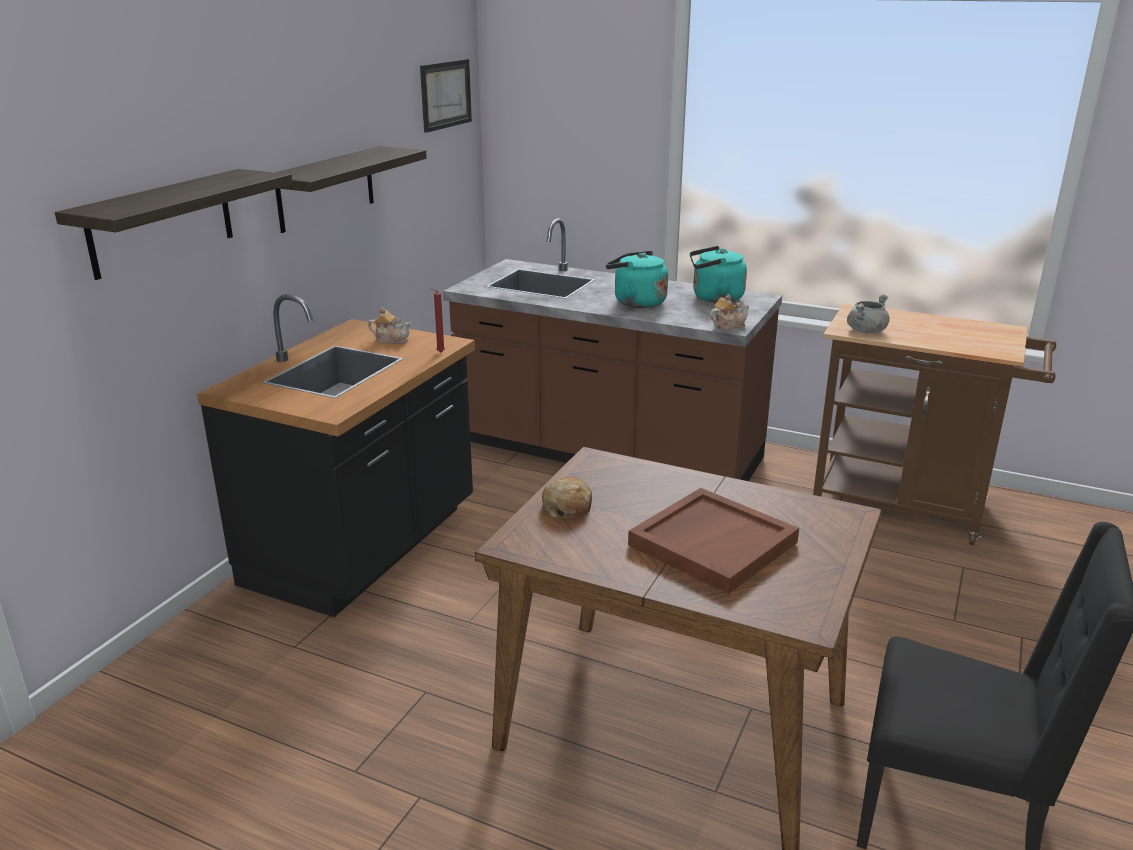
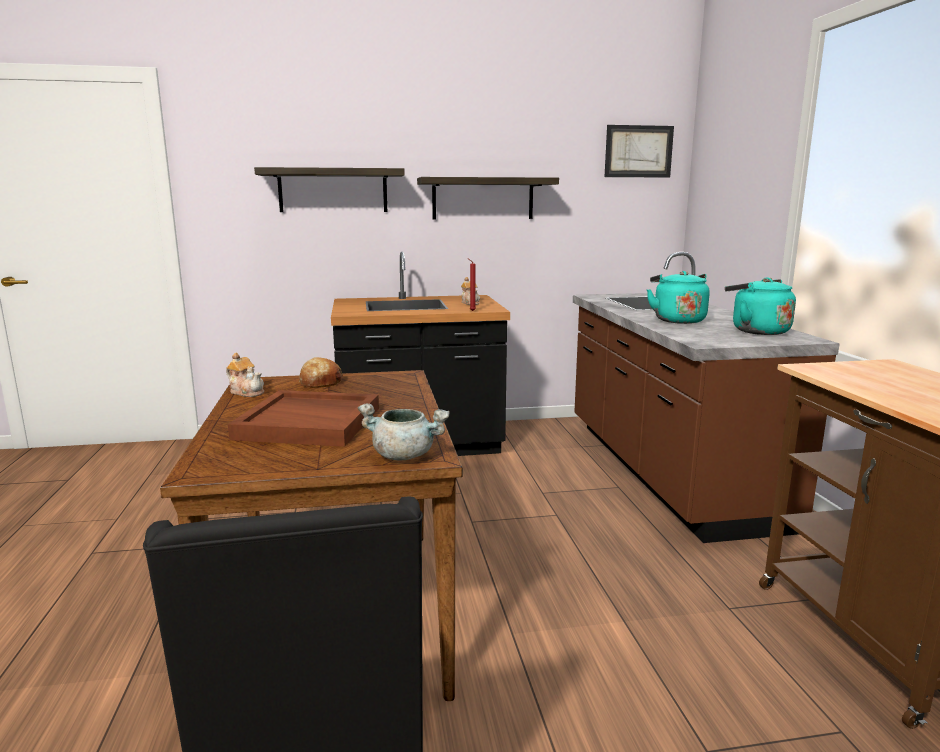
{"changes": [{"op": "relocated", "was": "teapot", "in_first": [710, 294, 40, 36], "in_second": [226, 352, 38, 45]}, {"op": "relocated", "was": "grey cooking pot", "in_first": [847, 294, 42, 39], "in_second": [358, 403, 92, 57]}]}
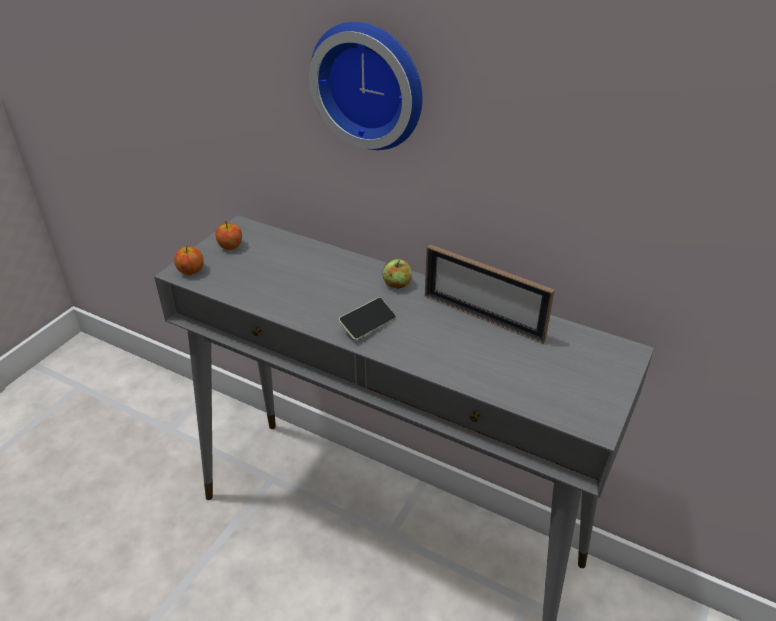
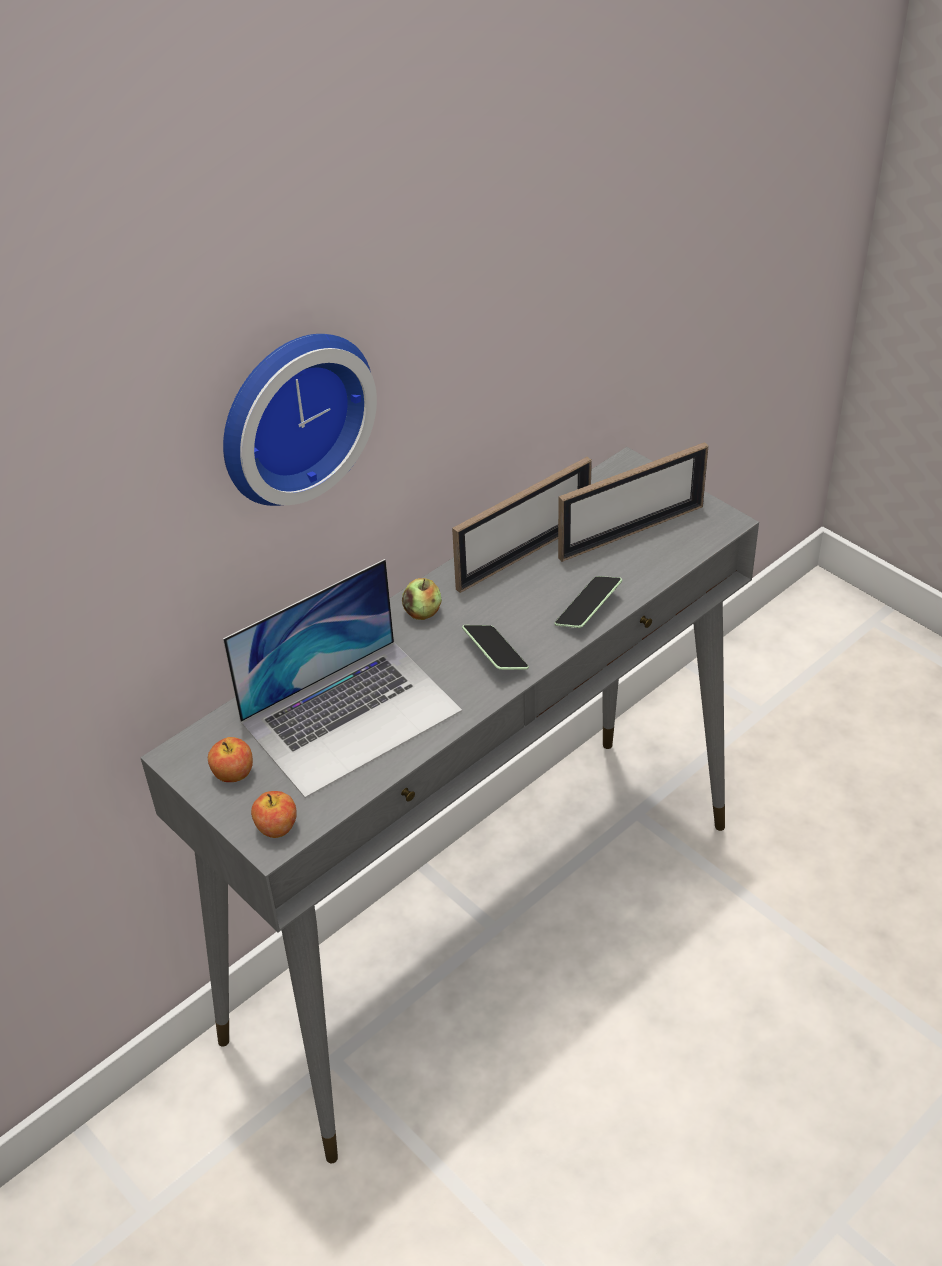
{"changes": [{"op": "appeared", "now": "notebook computer", "in_second": [223, 559, 239, 239]}, {"op": "appeared", "now": "handset", "in_second": [555, 576, 67, 52]}, {"op": "appeared", "now": "photo frame", "in_second": [558, 442, 150, 120]}]}
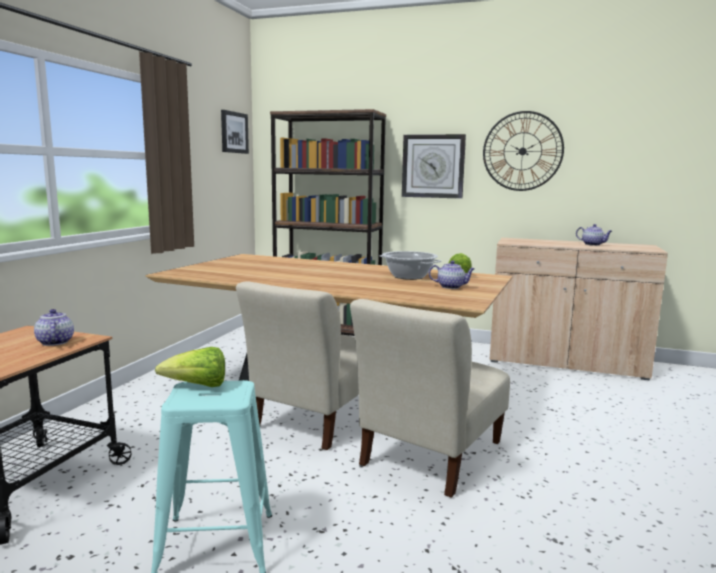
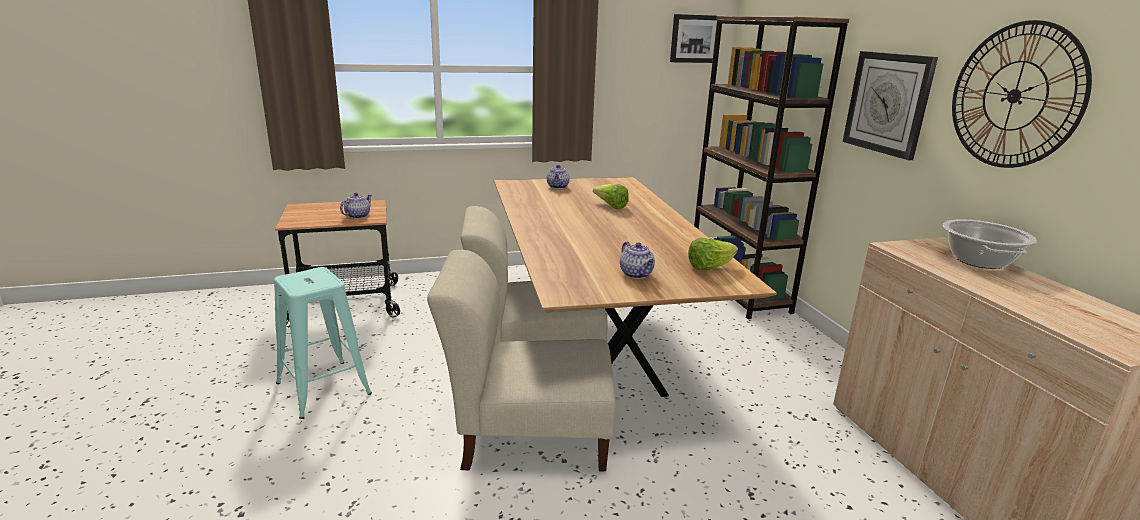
{"changes": [{"op": "relocated", "was": "teapot", "in_first": [576, 224, 36, 22], "in_second": [547, 165, 23, 24]}, {"op": "relocated", "was": "lettuce head", "in_first": [155, 347, 70, 40], "in_second": [593, 184, 36, 25]}, {"op": "relocated", "was": "cooking pot", "in_first": [380, 251, 61, 29], "in_second": [943, 219, 94, 50]}]}
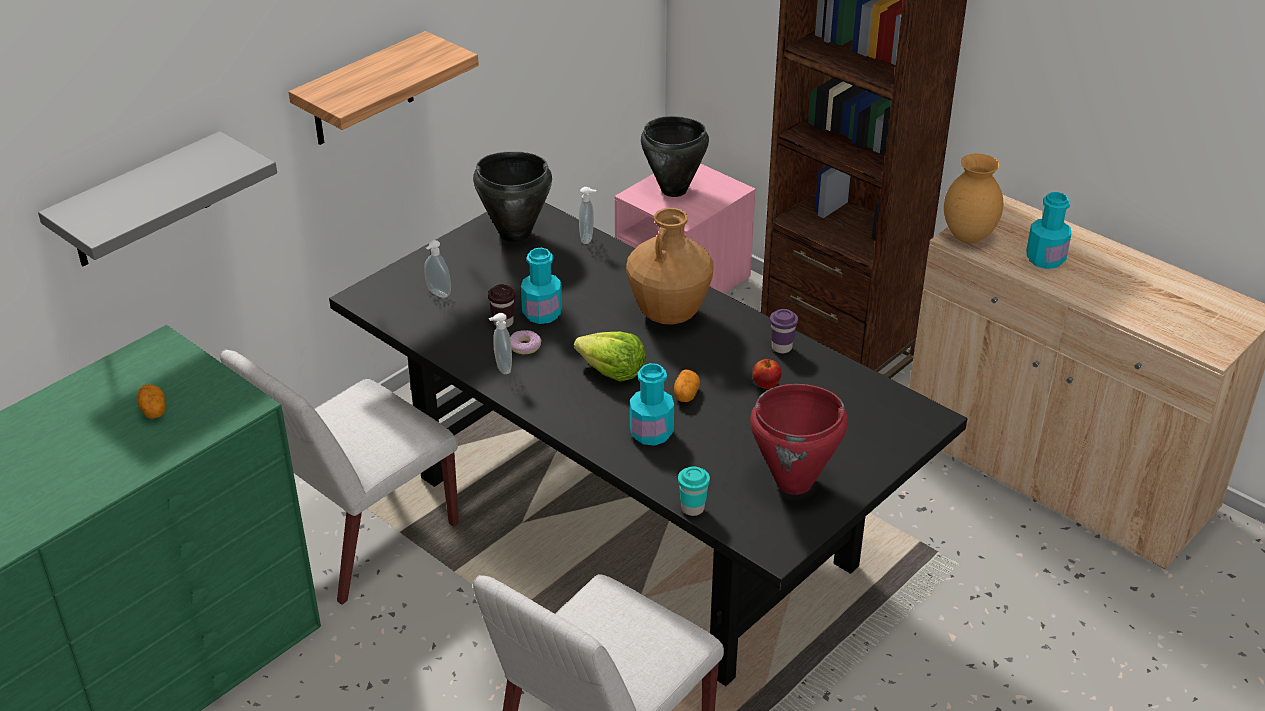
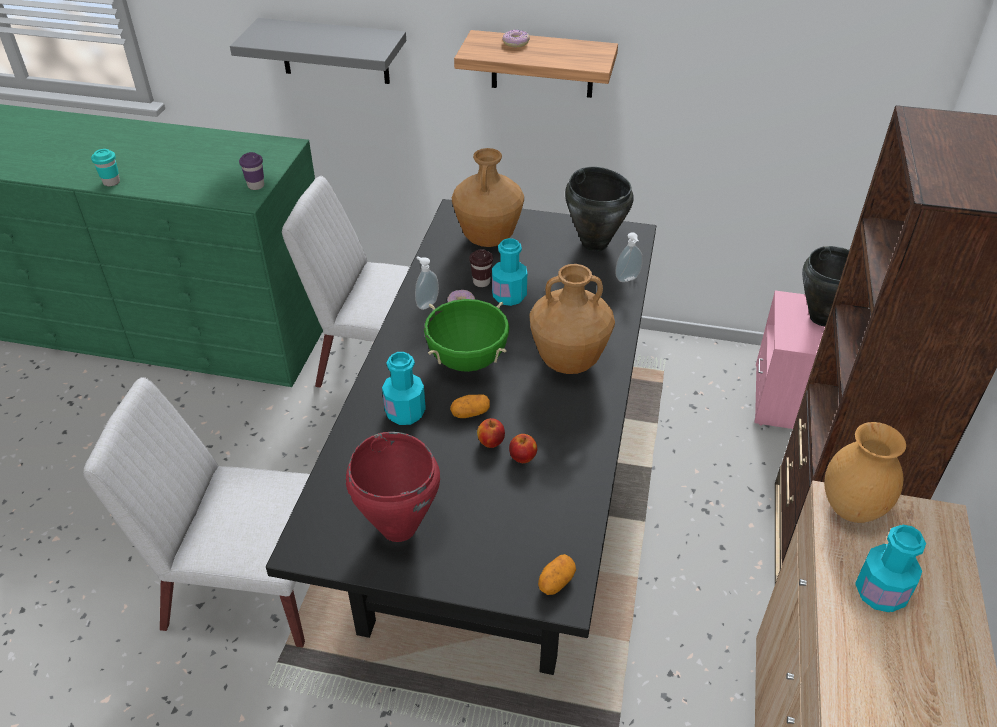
{"changes": [{"op": "relocated", "was": "blue-green drinking cup", "in_first": [678, 466, 32, 50], "in_second": [91, 149, 29, 37]}, {"op": "relocated", "was": "purplish drinking cup", "in_first": [770, 309, 28, 44], "in_second": [239, 152, 25, 38]}, {"op": "exchanged", "was": "lettuce head", "now": "greenish cooking pot", "in_first": [574, 332, 72, 50], "in_second": [424, 299, 85, 73]}, {"op": "exchanged", "was": "liquid soap bottle", "now": "brown-coloured flower vase", "in_first": [424, 240, 27, 58], "in_second": [452, 148, 72, 99]}, {"op": "appeared", "now": "apple", "in_second": [477, 418, 28, 30]}, {"op": "appeared", "now": "ring doughnut", "in_second": [502, 29, 28, 18]}, {"op": "relocated", "was": "whole potato", "in_first": [138, 384, 27, 35], "in_second": [538, 554, 38, 41]}]}
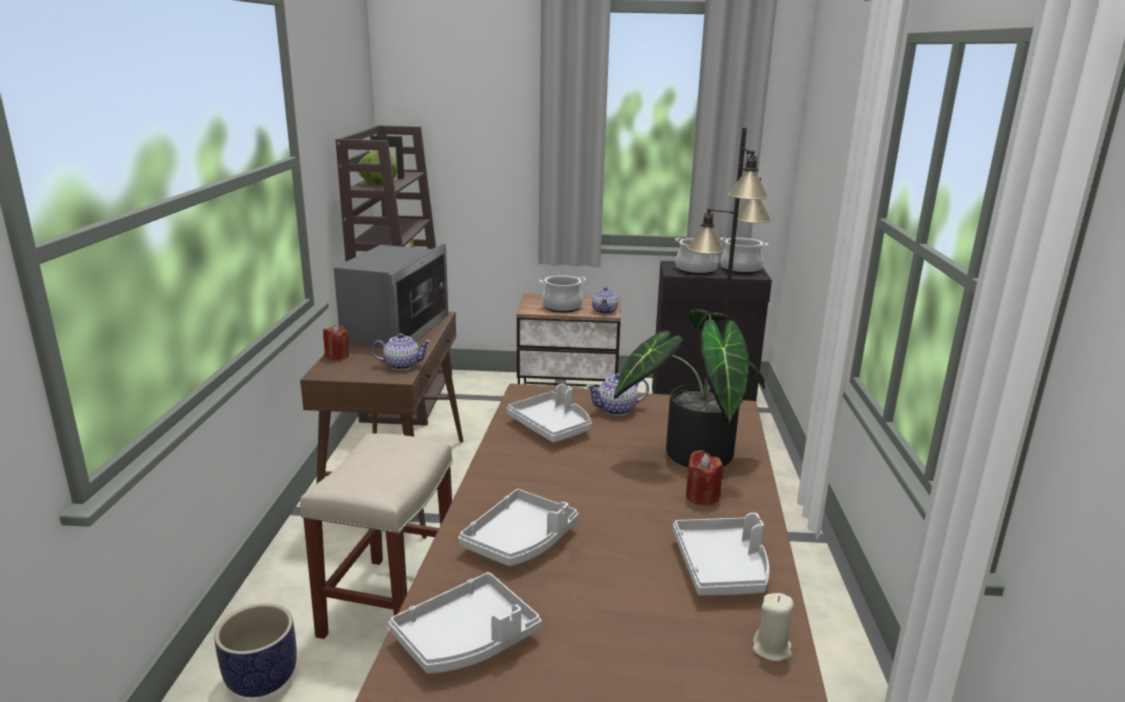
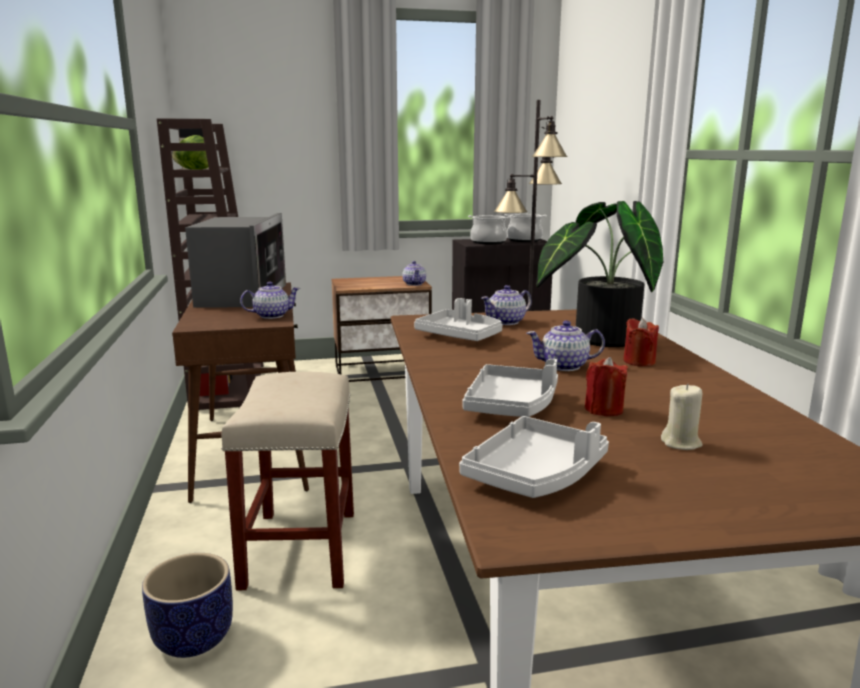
{"changes": [{"op": "appeared", "now": "teapot", "in_second": [527, 320, 78, 51]}, {"op": "relocated", "was": "red wax light", "in_first": [323, 325, 26, 35], "in_second": [585, 357, 43, 59]}, {"op": "relocated", "was": "sand-coloured wax light", "in_first": [753, 593, 41, 69], "in_second": [661, 384, 41, 66]}, {"op": "missing", "was": "cooking pot", "in_first": [540, 275, 46, 38]}, {"op": "missing", "was": "grey tray", "in_first": [673, 513, 96, 83]}]}
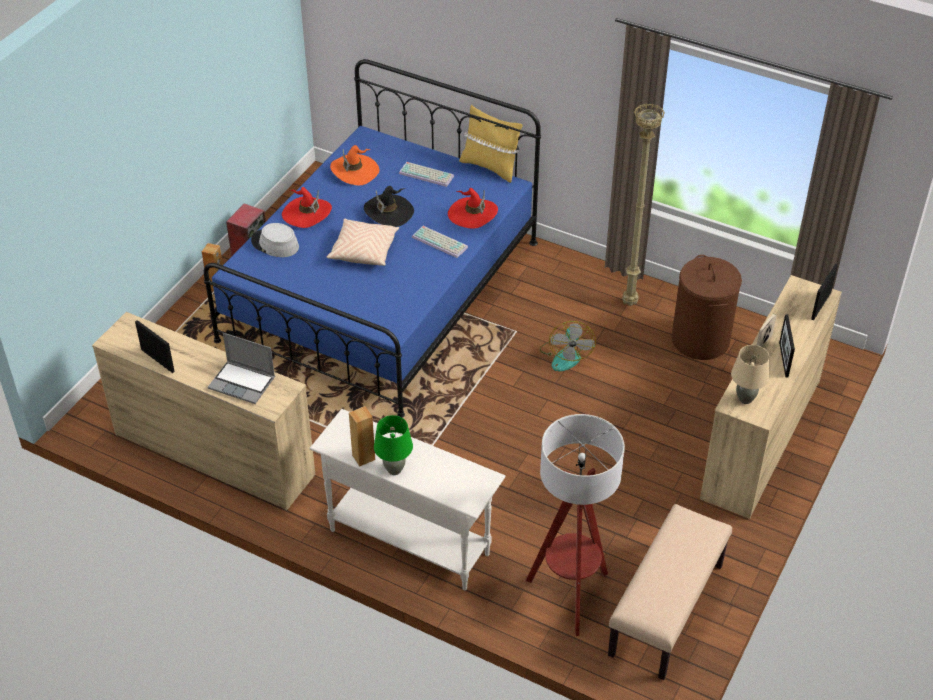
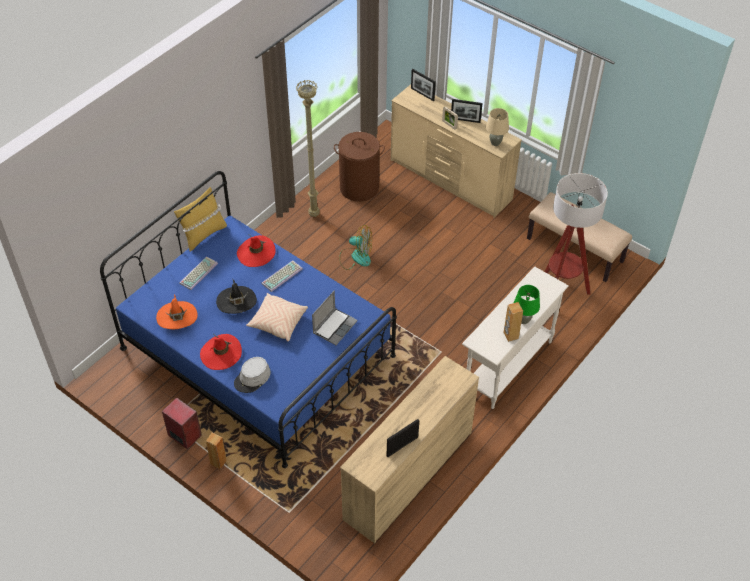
{"changes": [{"op": "relocated", "was": "notebook computer", "in_first": [208, 333, 67, 71], "in_second": [312, 290, 46, 55]}]}
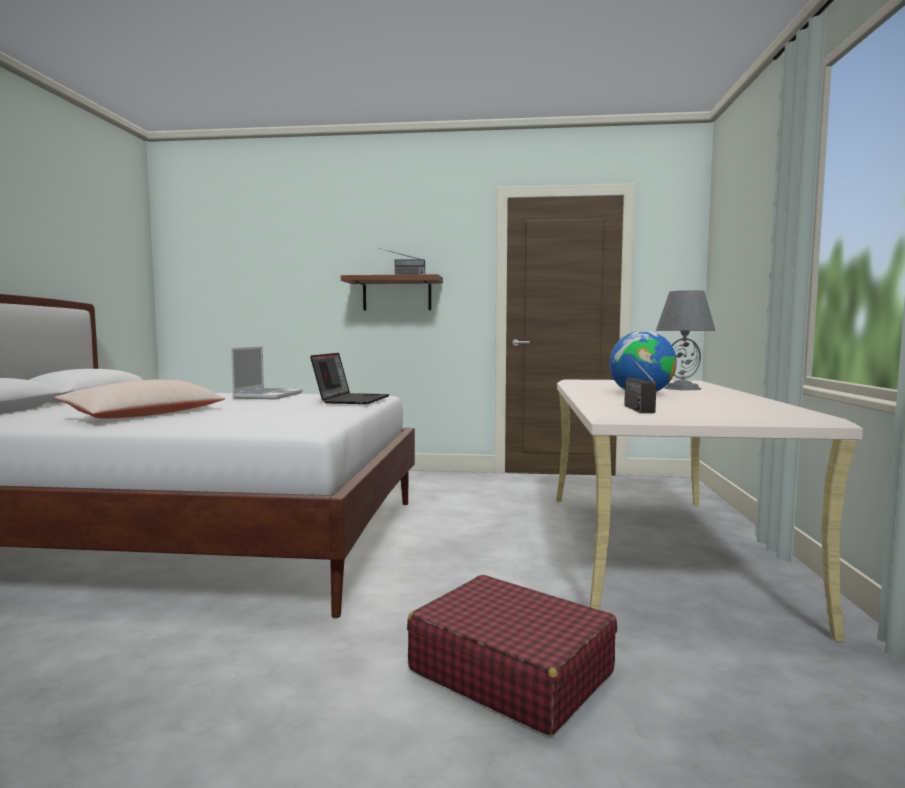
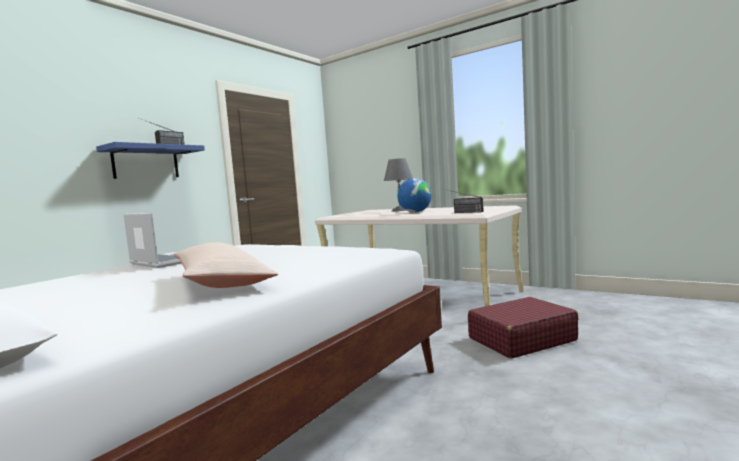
{"changes": [{"op": "colour", "was": "brown-coloured shelf", "now": "bluish shelf", "in_first": [341, 274, 102, 37], "in_second": [96, 142, 109, 37]}, {"op": "missing", "was": "notebook computer", "in_first": [310, 353, 80, 51]}]}
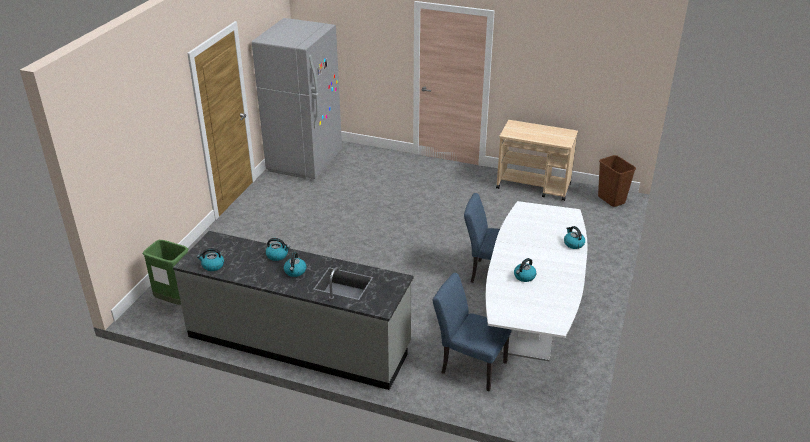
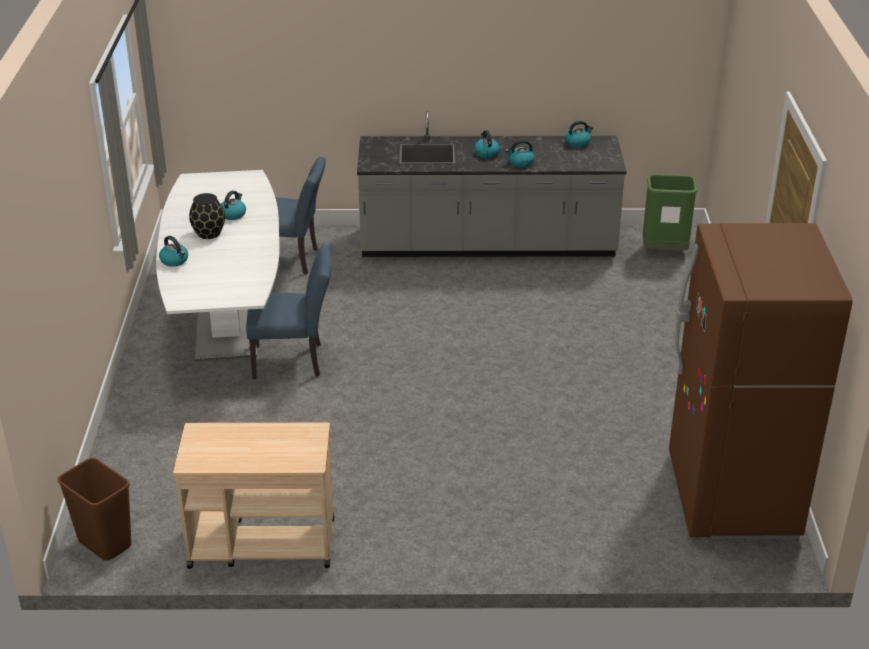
{"changes": [{"op": "appeared", "now": "black-coloured flower vase", "in_second": [189, 193, 36, 46]}, {"op": "colour", "was": "grey fridge", "now": "brown-coloured fridge", "in_first": [252, 18, 90, 161], "in_second": [669, 223, 184, 316]}]}
